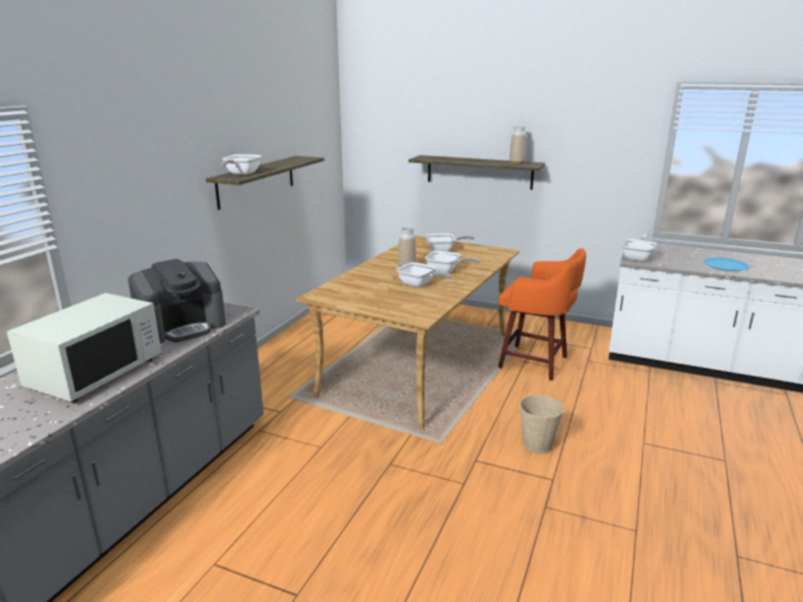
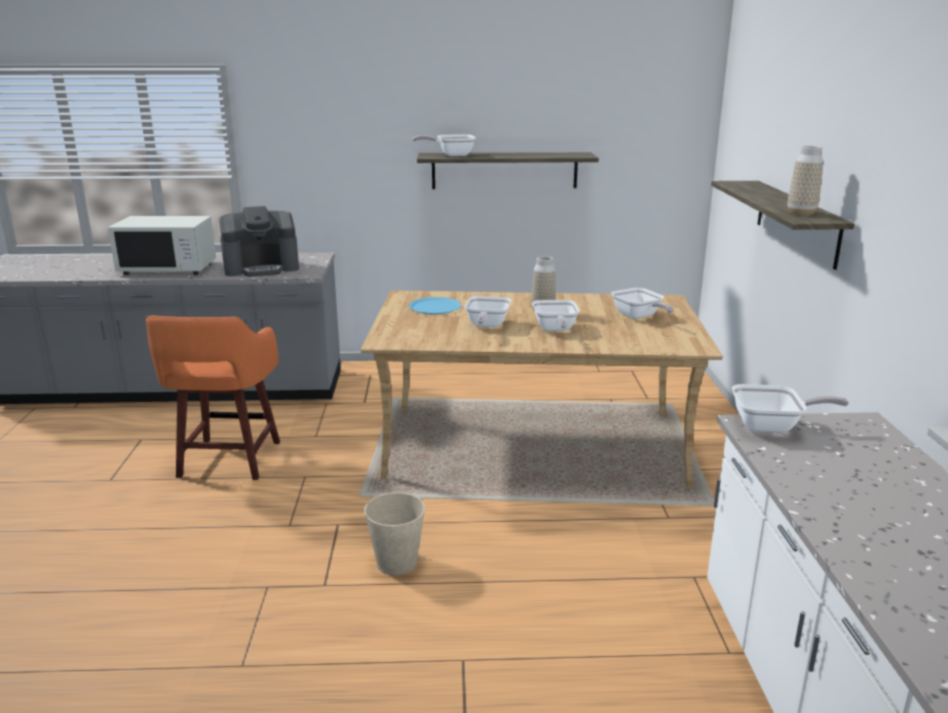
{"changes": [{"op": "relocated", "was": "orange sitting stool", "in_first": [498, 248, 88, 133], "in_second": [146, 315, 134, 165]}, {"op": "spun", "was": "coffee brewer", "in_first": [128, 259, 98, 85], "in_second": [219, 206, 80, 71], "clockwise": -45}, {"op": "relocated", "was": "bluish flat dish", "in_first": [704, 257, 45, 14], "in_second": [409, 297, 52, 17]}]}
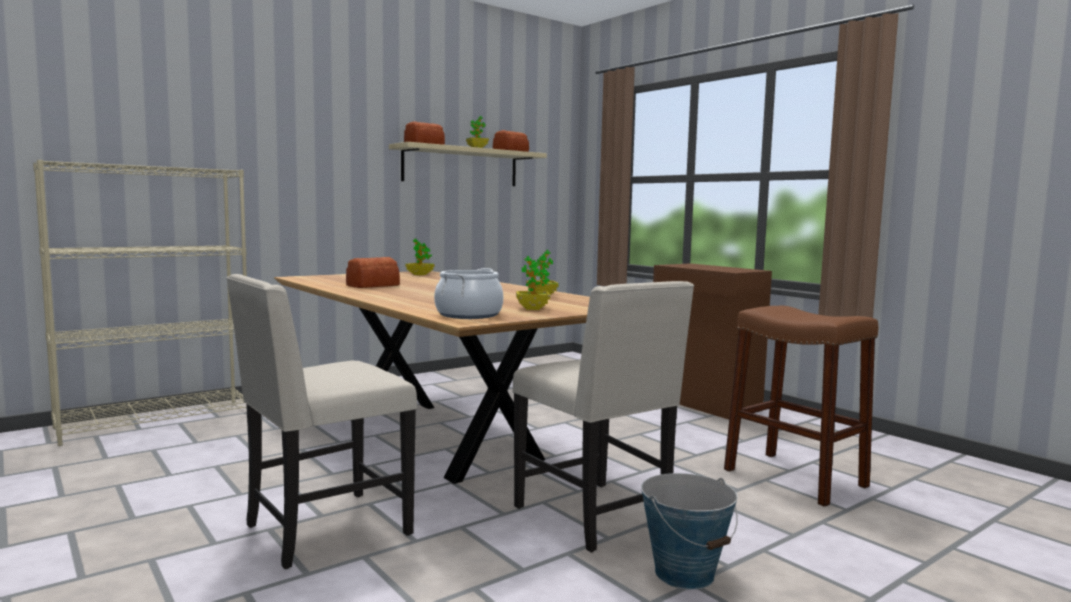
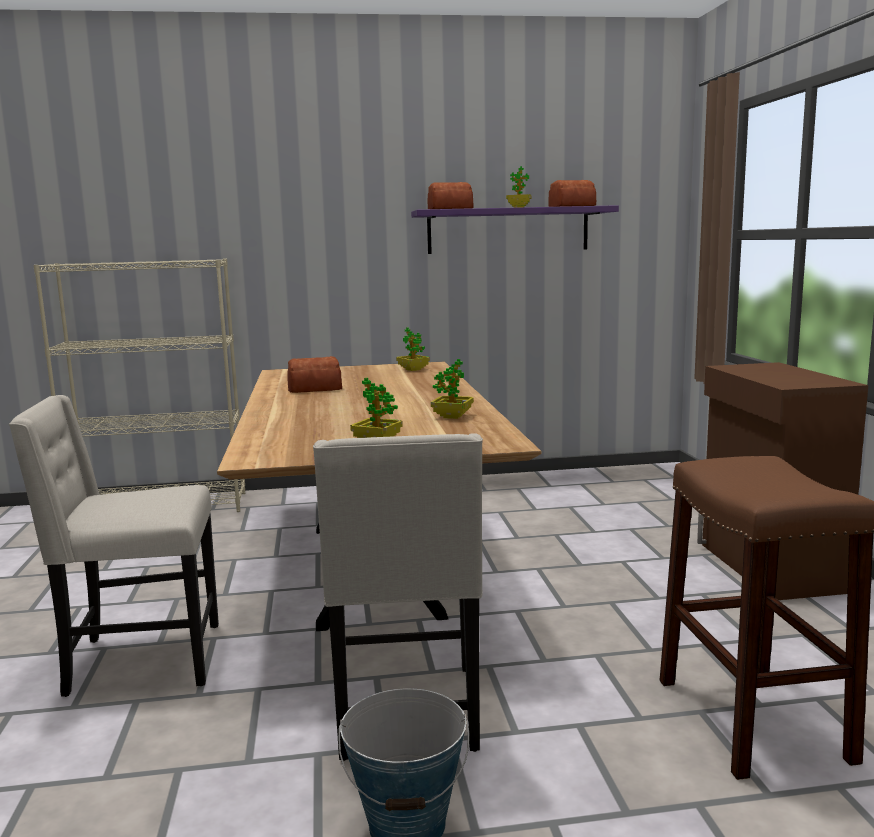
{"changes": [{"op": "colour", "was": "sand-coloured shelf", "now": "purplish shelf", "in_first": [389, 142, 158, 44], "in_second": [411, 205, 208, 49]}, {"op": "missing", "was": "cooking pot", "in_first": [434, 268, 69, 51]}]}
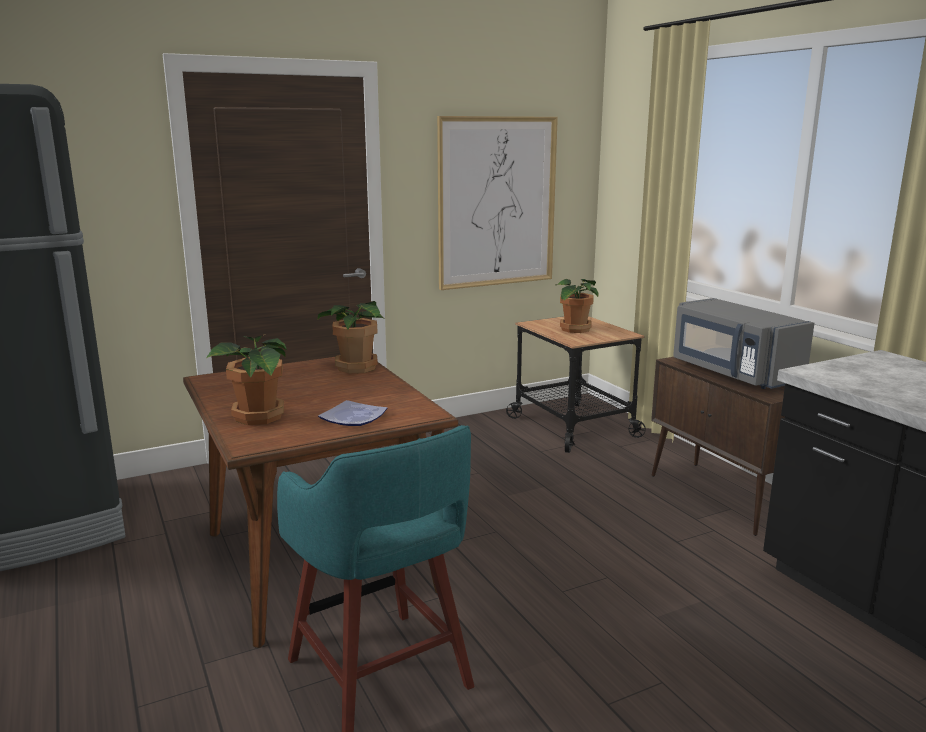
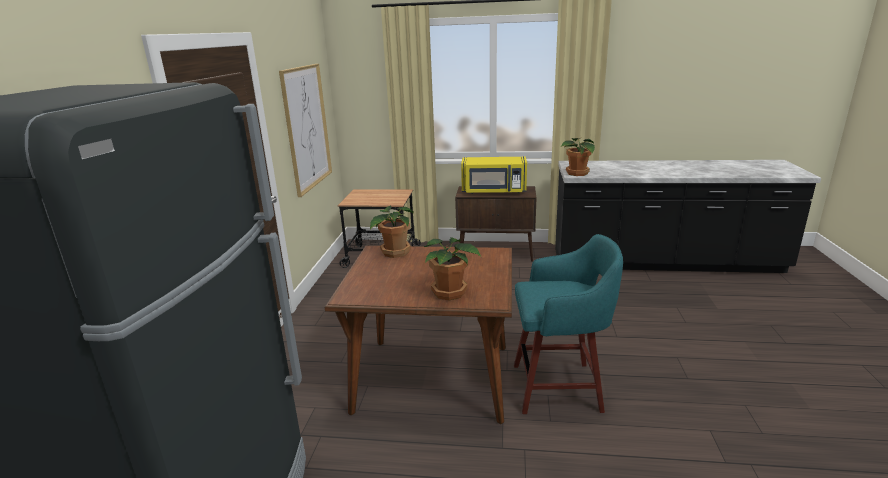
{"changes": [{"op": "colour", "was": "grey microwave oven", "now": "yellow-coloured microwave oven", "in_first": [673, 298, 142, 91], "in_second": [461, 157, 66, 37]}, {"op": "relocated", "was": "potted plant", "in_first": [555, 279, 44, 54], "in_second": [561, 137, 34, 39]}, {"op": "missing", "was": "flat dish", "in_first": [318, 400, 69, 26]}]}
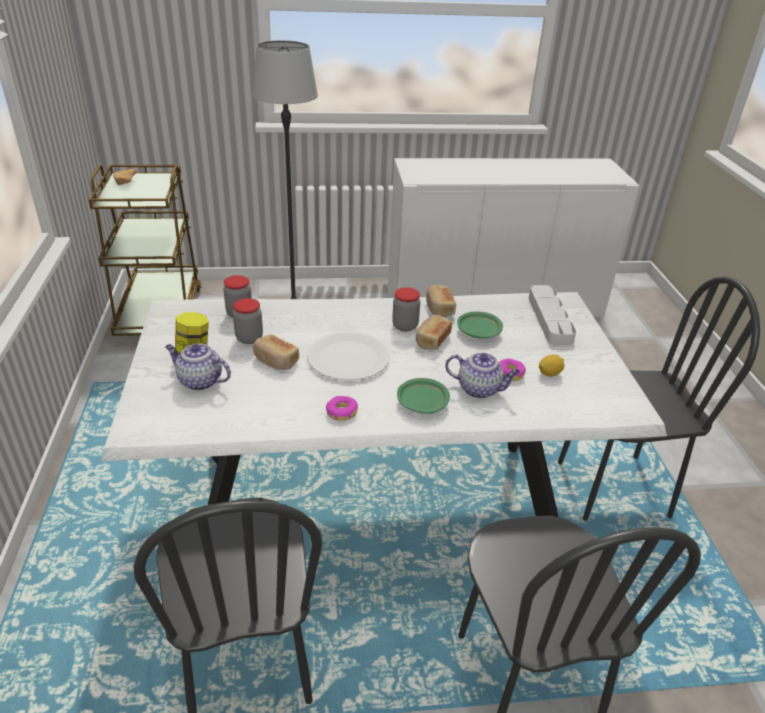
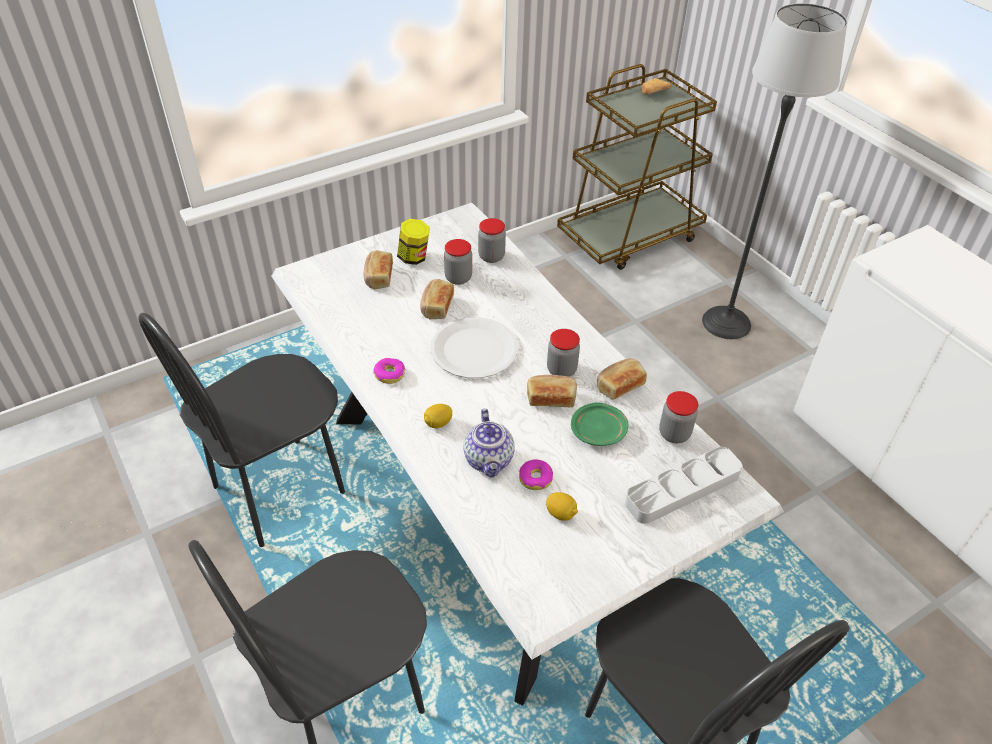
{"changes": [{"op": "exchanged", "was": "teapot", "now": "baked bread", "in_first": [165, 343, 66, 48], "in_second": [364, 250, 29, 39]}, {"op": "exchanged", "was": "greenish flat dish", "now": "citrus fruit", "in_first": [397, 378, 53, 36], "in_second": [424, 404, 28, 24]}, {"op": "appeared", "now": "storage jar", "in_second": [659, 391, 39, 52]}]}
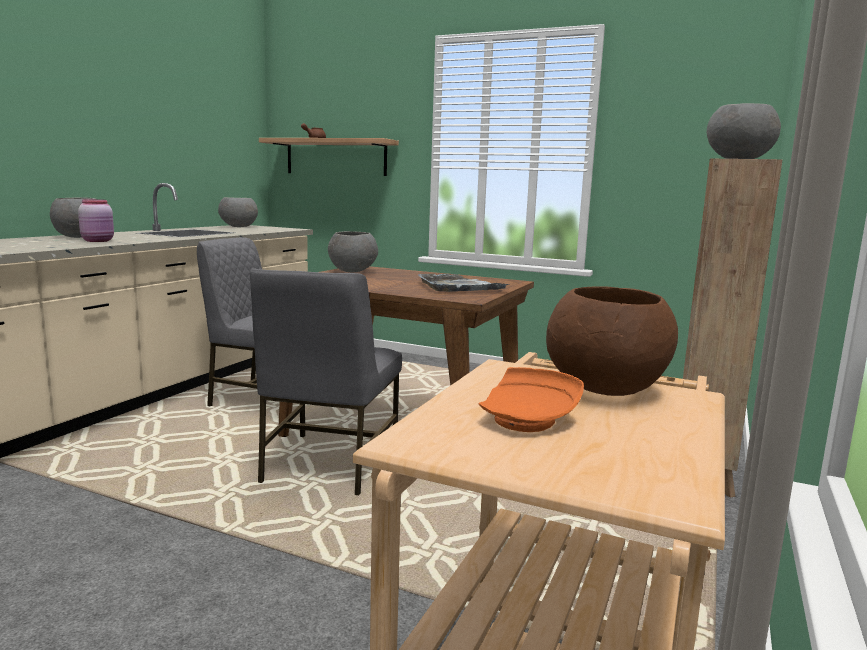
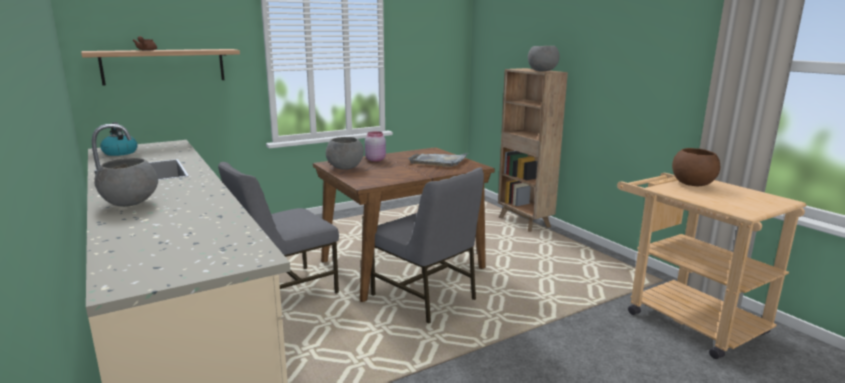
{"changes": [{"op": "exchanged", "was": "grey serving bowl", "now": "water kettle", "in_first": [218, 197, 40, 30], "in_second": [100, 122, 38, 34]}, {"op": "relocated", "was": "pink storage jar", "in_first": [78, 199, 36, 43], "in_second": [365, 131, 21, 31]}, {"op": "missing", "was": "orange flat dish", "in_first": [479, 367, 105, 65]}]}
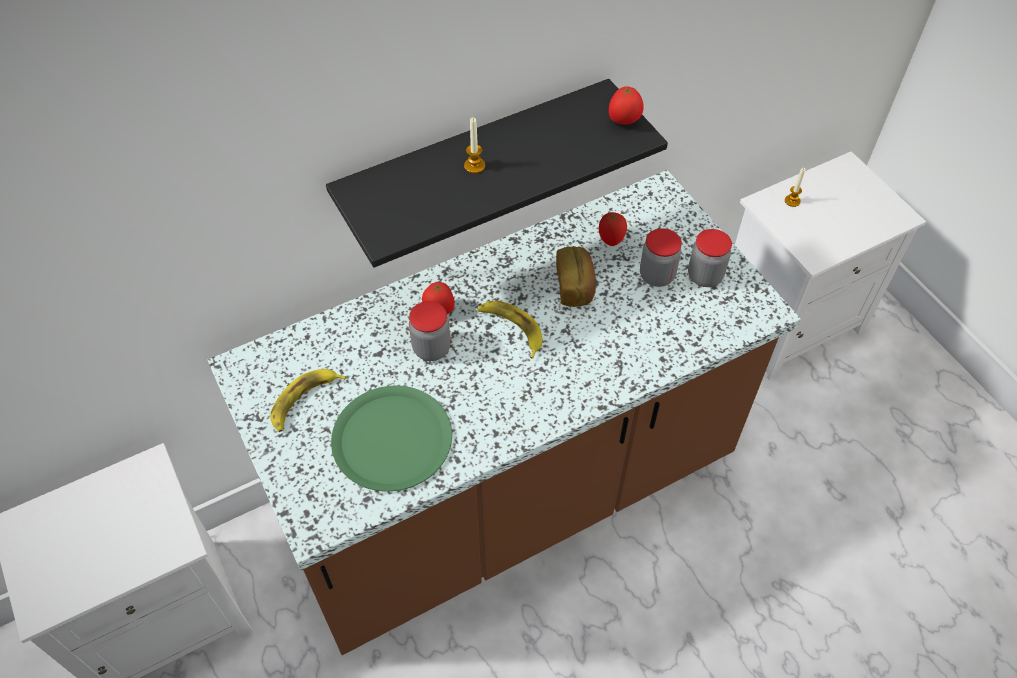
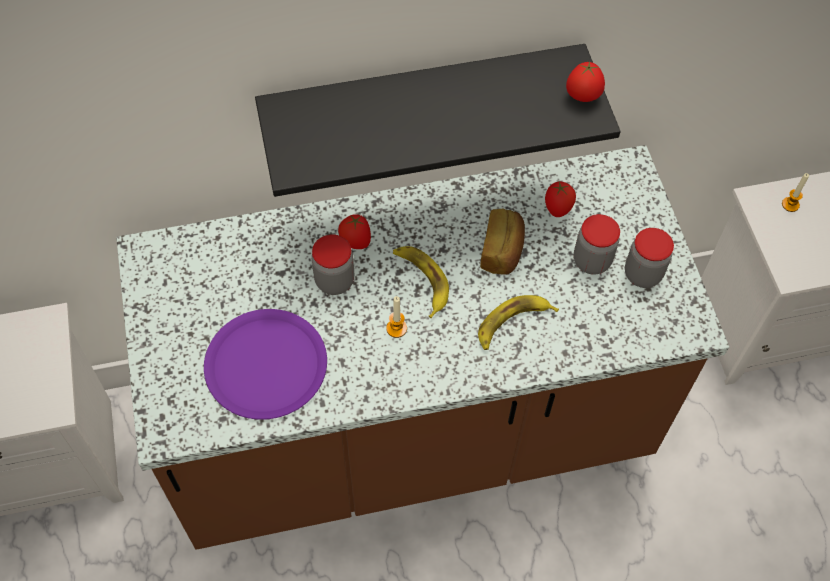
{"changes": [{"op": "colour", "was": "greenish flat dish", "now": "purplish flat dish", "in_first": [331, 386, 121, 106], "in_second": [204, 309, 123, 111]}, {"op": "relocated", "was": "wax light", "in_first": [464, 117, 21, 56], "in_second": [386, 296, 21, 42]}, {"op": "relocated", "was": "banana fruit", "in_first": [270, 369, 76, 63], "in_second": [478, 295, 81, 55]}]}
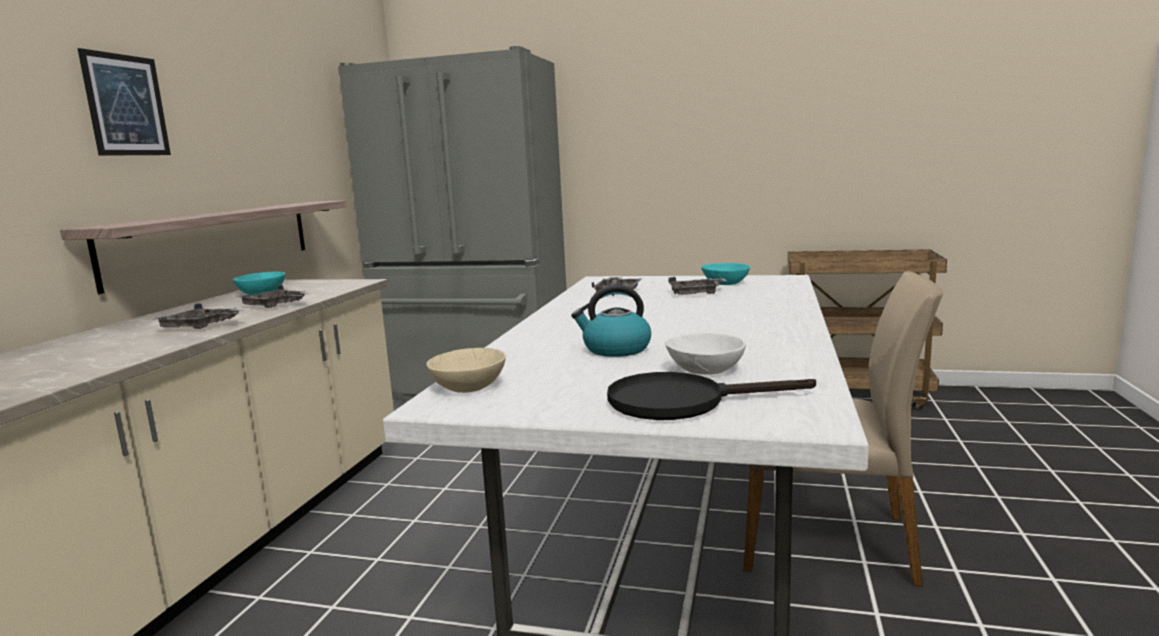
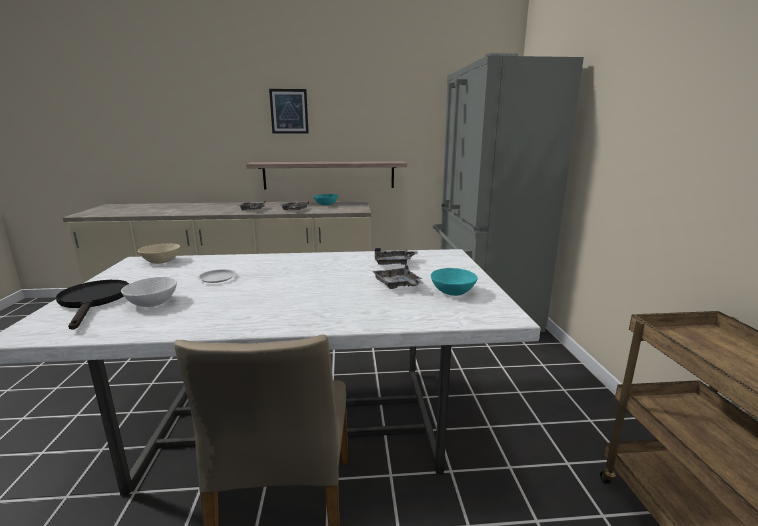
{"changes": [{"op": "exchanged", "was": "water kettle", "now": "white flat dish", "in_first": [571, 285, 80, 72], "in_second": [197, 269, 39, 14]}]}
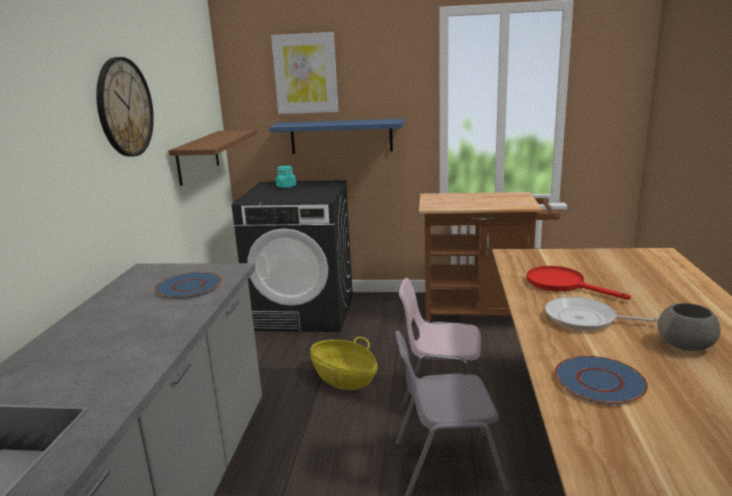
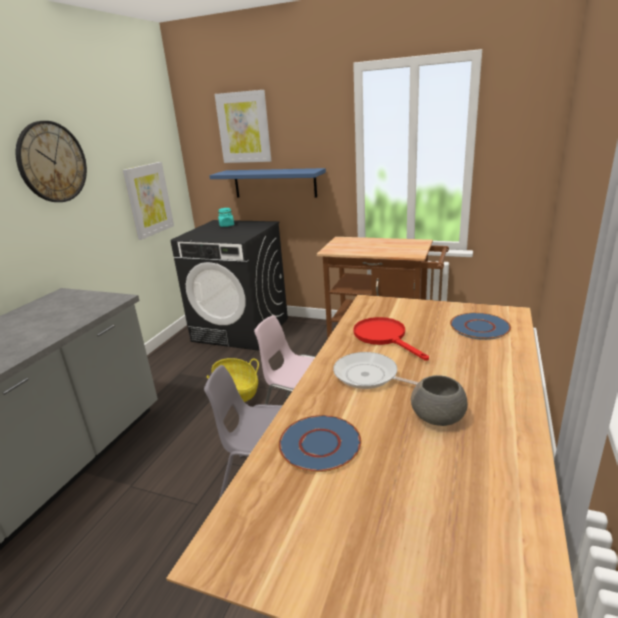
{"changes": [{"op": "exchanged", "was": "brown-coloured shelf", "now": "wall art", "in_first": [168, 130, 89, 56], "in_second": [123, 162, 51, 78]}, {"op": "relocated", "was": "bluish flat dish", "in_first": [154, 272, 68, 27], "in_second": [450, 313, 61, 27]}]}
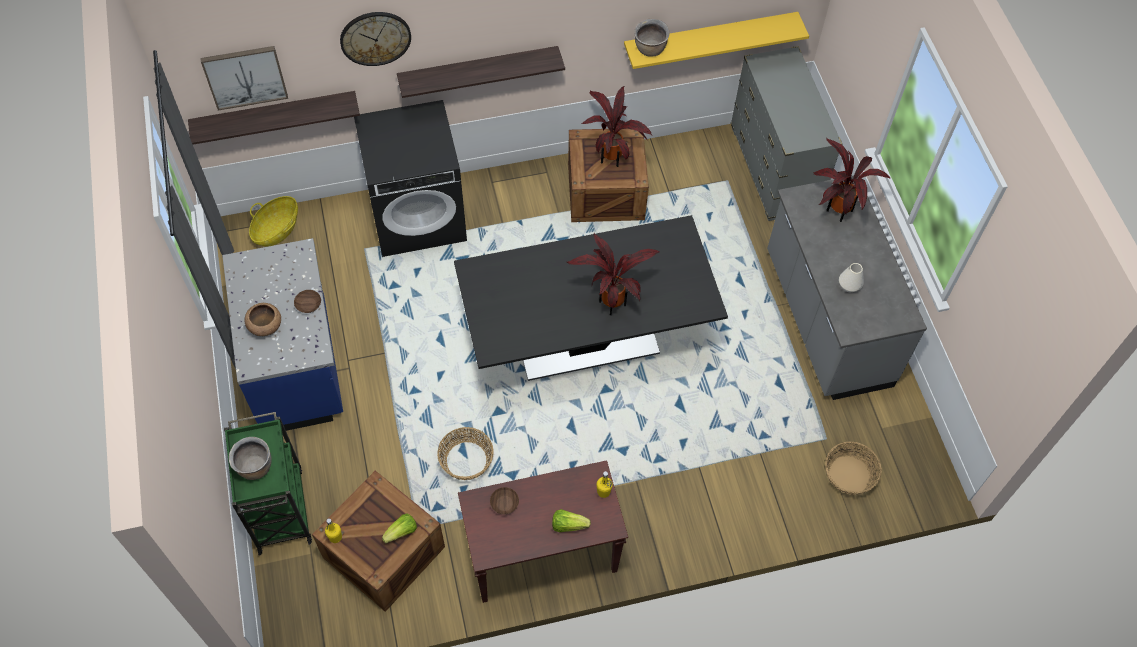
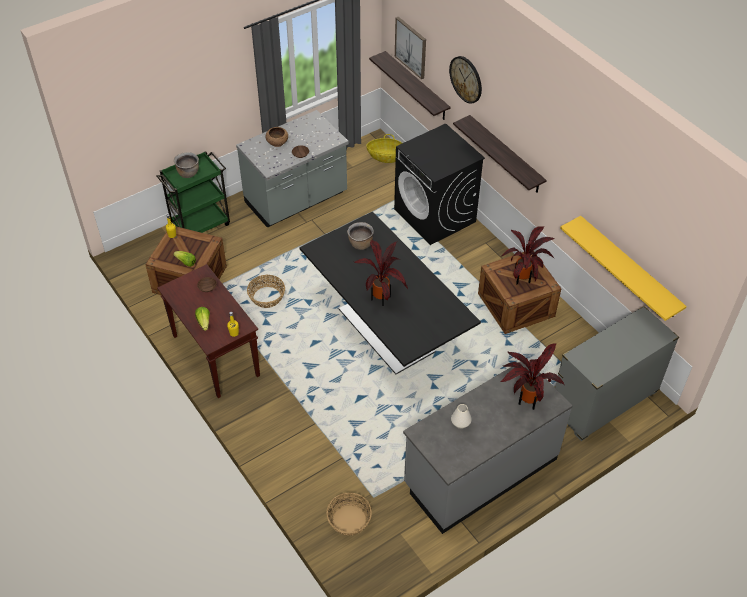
{"changes": [{"op": "colour", "was": "bluish kitchen base unit", "now": "grey kitchen base unit", "in_first": [222, 238, 121, 193], "in_second": [236, 110, 113, 118]}, {"op": "relocated", "was": "brown-coloured cooking pot", "in_first": [634, 19, 36, 38], "in_second": [347, 222, 27, 28]}]}
